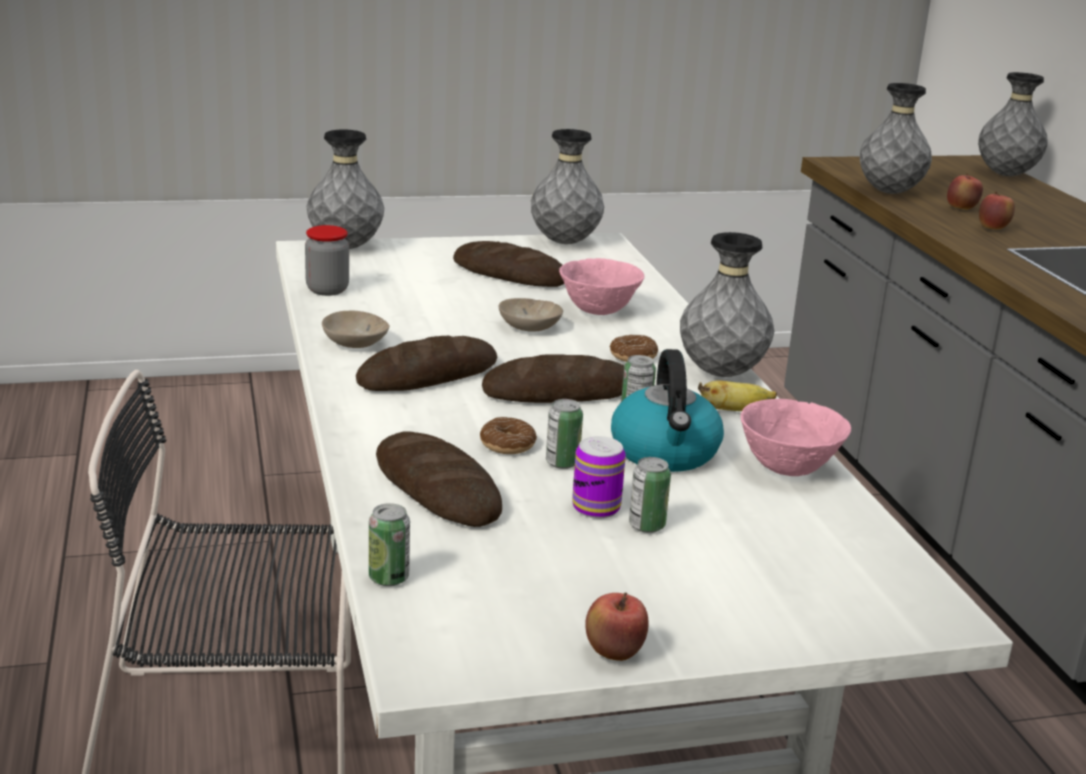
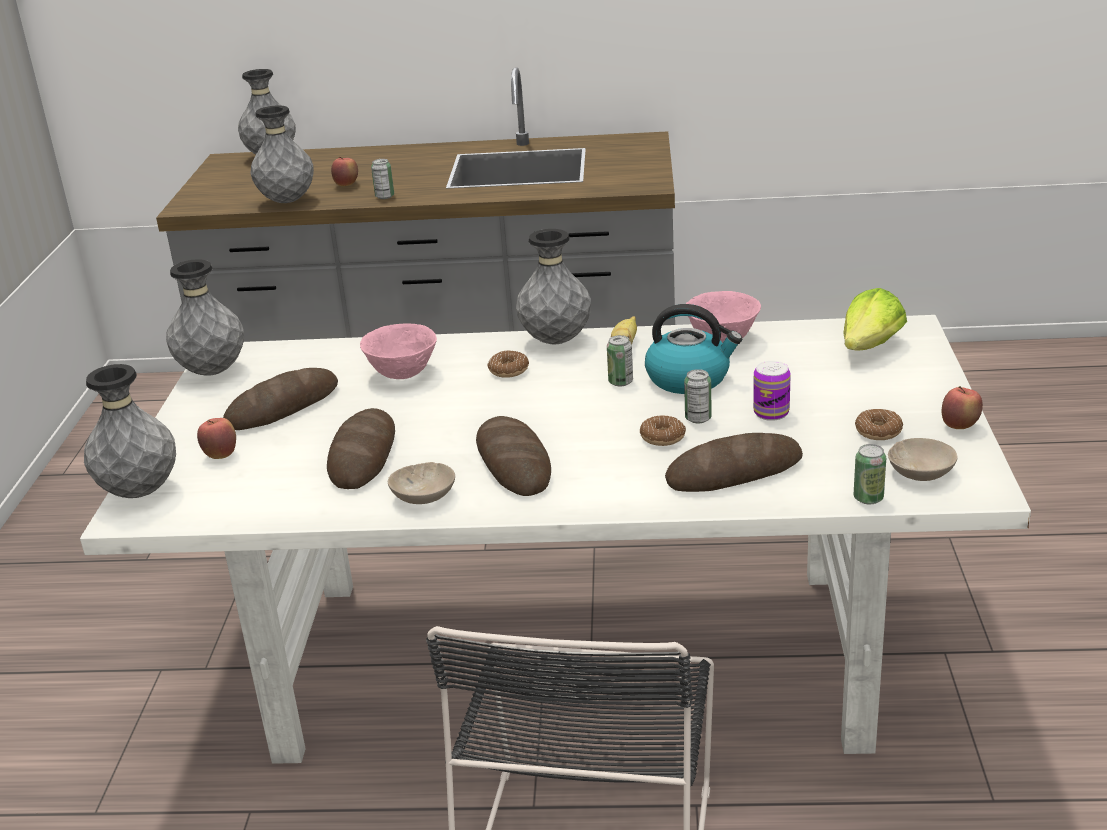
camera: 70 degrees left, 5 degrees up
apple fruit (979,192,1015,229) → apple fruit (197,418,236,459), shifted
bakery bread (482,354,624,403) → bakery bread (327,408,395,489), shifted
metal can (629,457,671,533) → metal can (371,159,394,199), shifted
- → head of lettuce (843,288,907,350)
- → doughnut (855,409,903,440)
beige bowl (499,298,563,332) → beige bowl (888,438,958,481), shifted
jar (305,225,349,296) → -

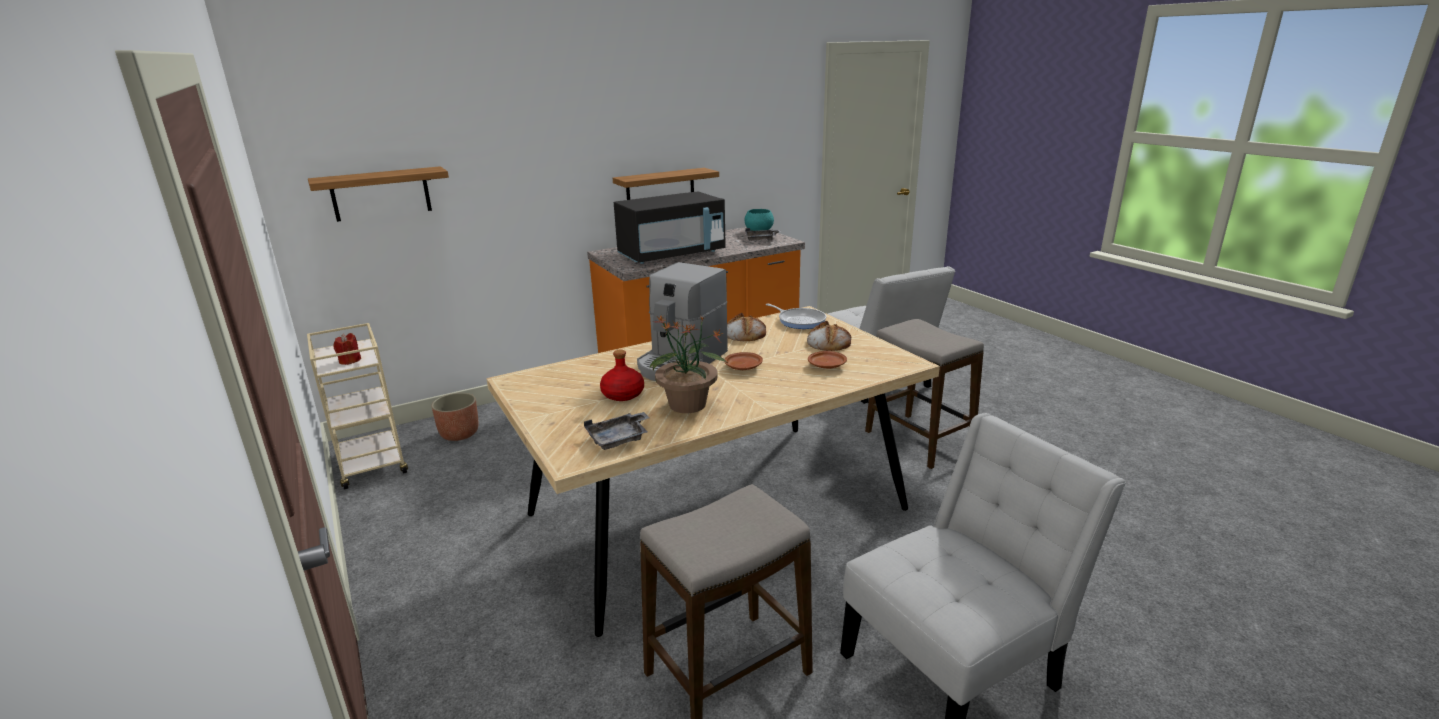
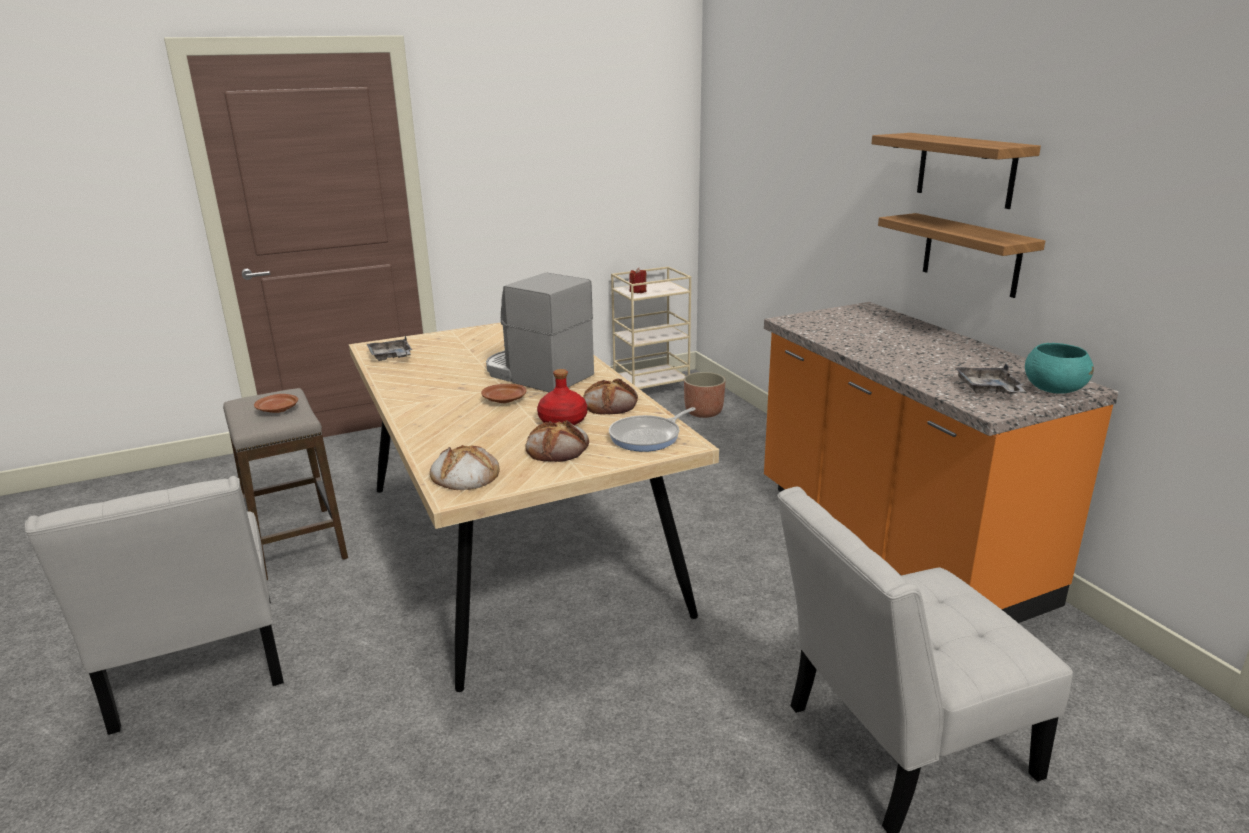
camera: 95 degrees right, 0 degrees up
brownish flat dish (808,351,847,369) → brownish flat dish (254,394,298,413), shifted
- → bakery bread (430,445,500,490)
red bottle (600,350,644,401) → red bottle (537,369,587,425), shifted
bracket shelf (308,166,449,222) → bracket shelf (871,133,1041,209), shifted
black kitchen microwave (614,191,726,264) → -
potted plant (650,315,727,413) → -
stool seat (865,319,984,469) → -

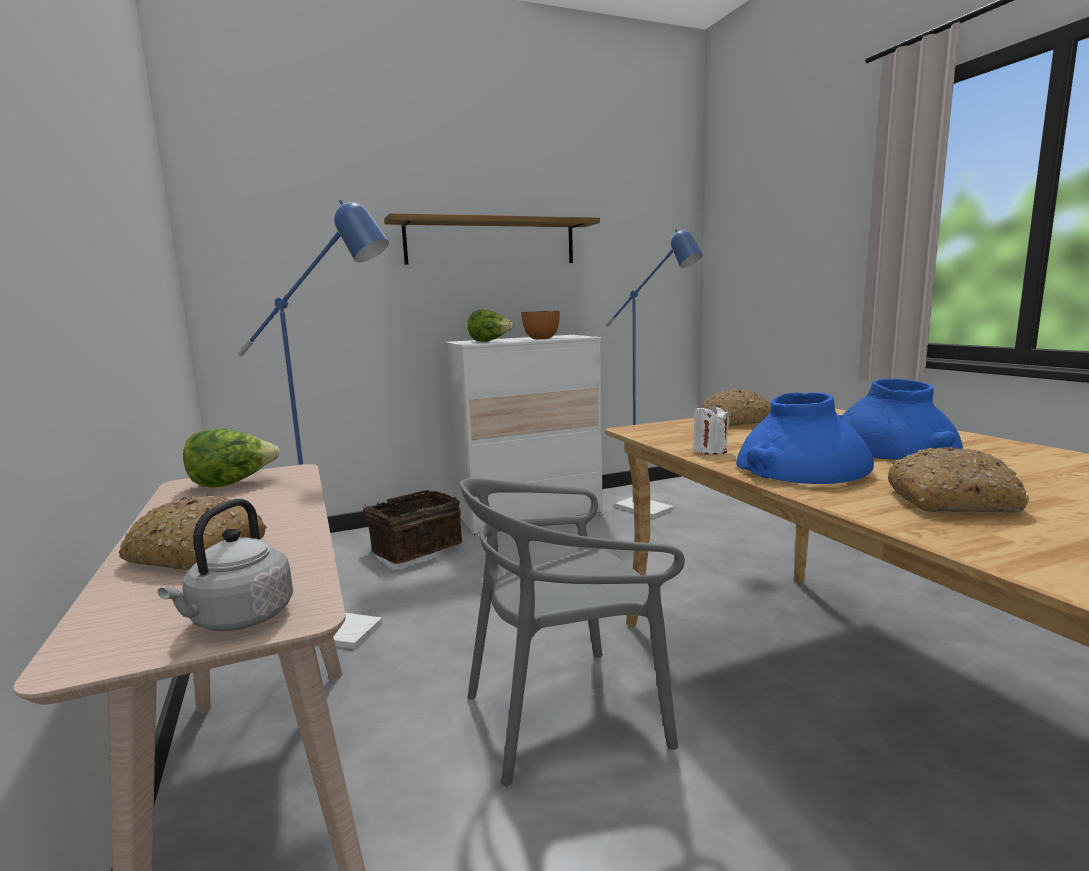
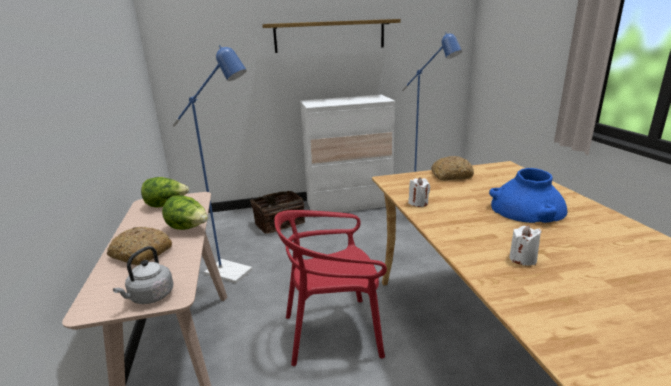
camera: 10 degrees right, 10 degrees up
head of lettuce (467,309,513,342) → head of lettuce (162,195,208,230), shifted
grey upright chair (460,478,685,786) → red upright chair (274,210,387,366)
bakery bread (888,446,1029,513) → white-coloured candle (509,225,541,266)
bowl (521,311,560,339) → -
bluish decorative vase (736,392,874,484) → -

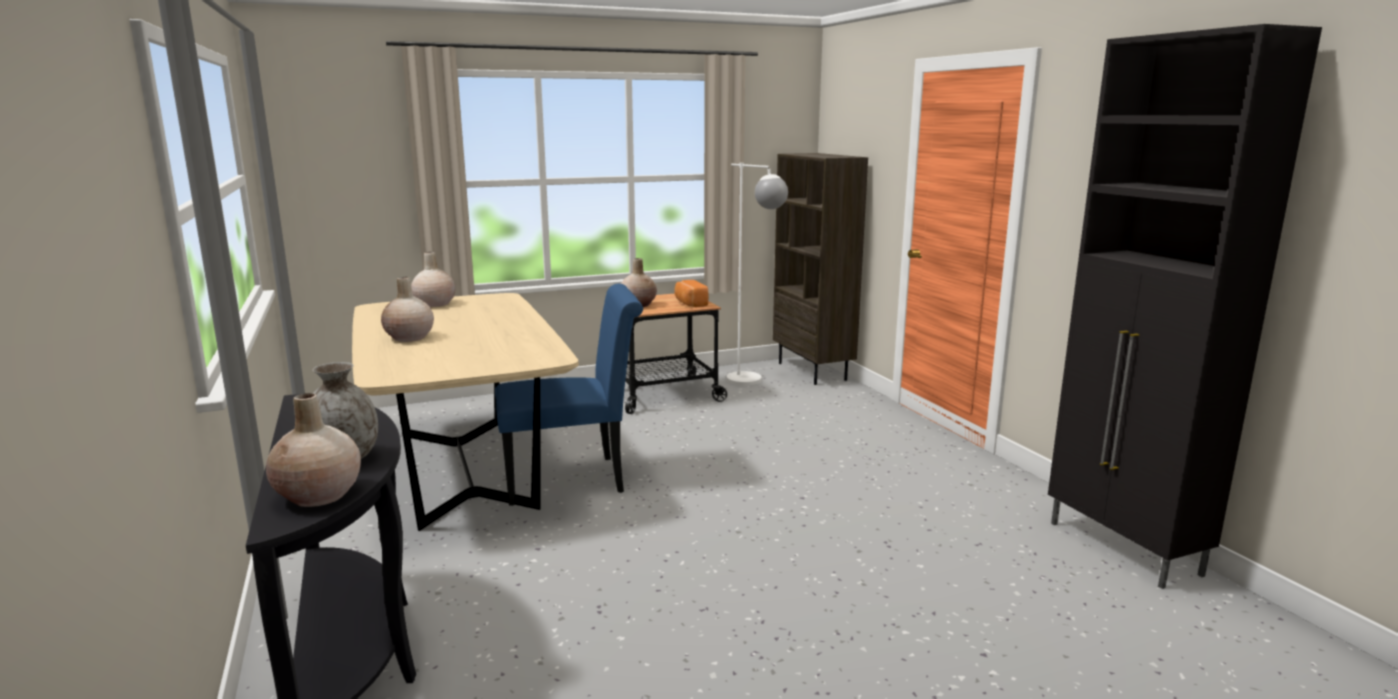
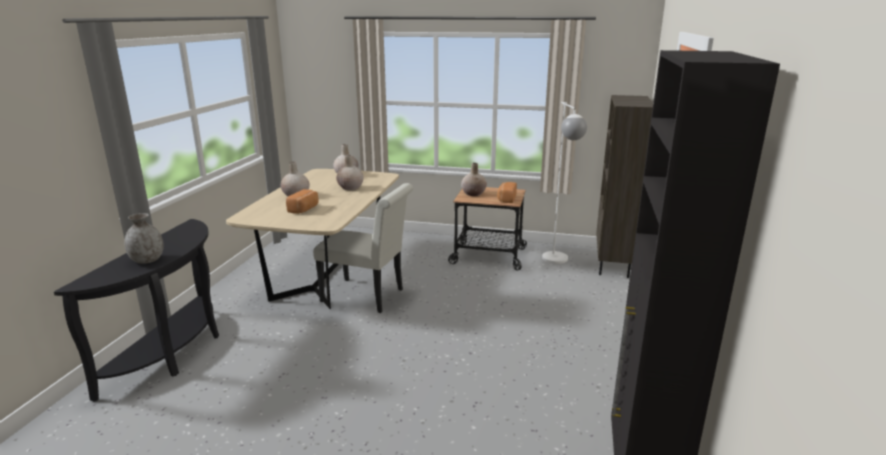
camera: 35 degrees right, 5 degrees up
- → bakery bread (286,189,319,214)
bluish upright chair (495,284,643,506) → white-coloured upright chair (313,183,413,313)
beige decorative vase (266,393,361,507) → beige decorative vase (336,155,364,190), shifted

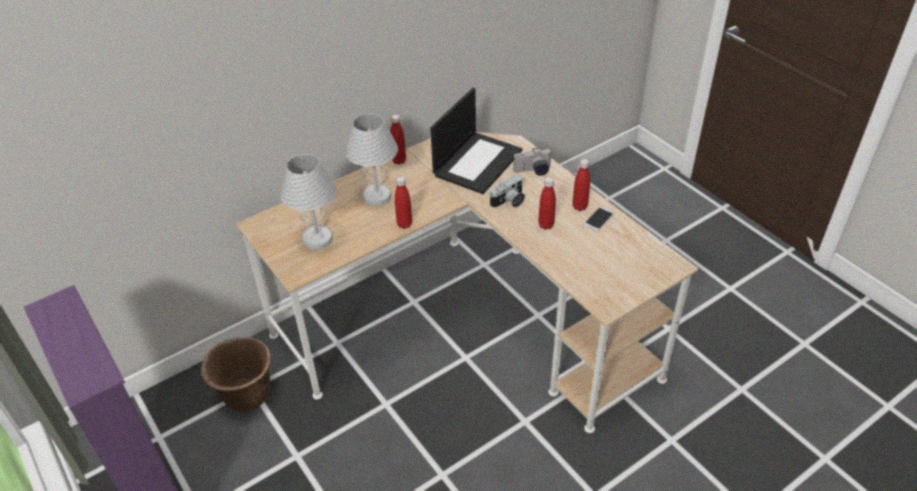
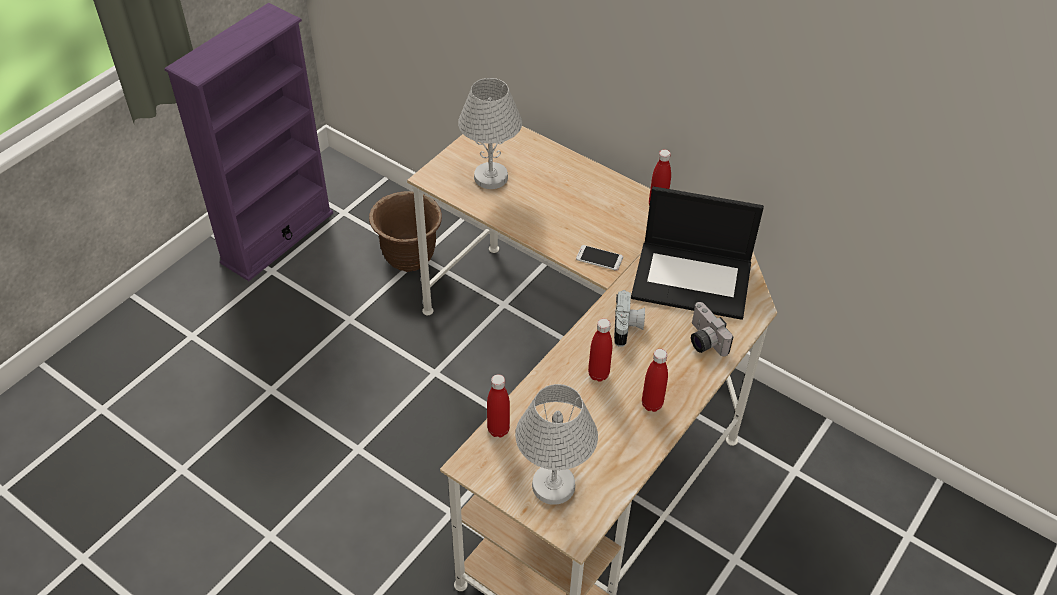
camera: 70 degrees right, 5 degrees up
red bottle (395,176,412,229) → red bottle (487,374,510,438), shifted
white-coloured table lamp (345,113,398,206) → white-coloured table lamp (515,384,598,505), shifted
telephone (583,206,615,232) → telephone (576,245,623,271), shifted
still camera (490,175,525,208) → still camera (614,290,645,347), 120 degrees counterclockwise

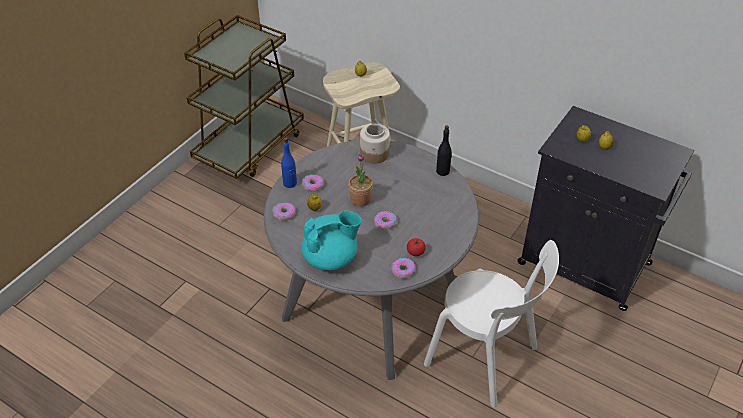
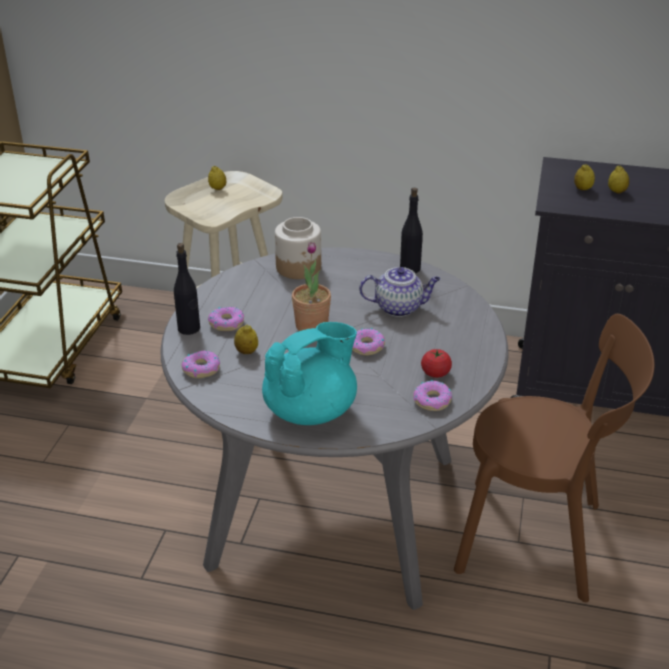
camera: 20 degrees left, 10 degrees down
bluish bottle (281,137,297,188) → black bottle (174,243,200,335)
- → tea pot (359,267,440,317)
white-coloured upright chair (424,240,559,408) → brownish upright chair (454,314,654,602)

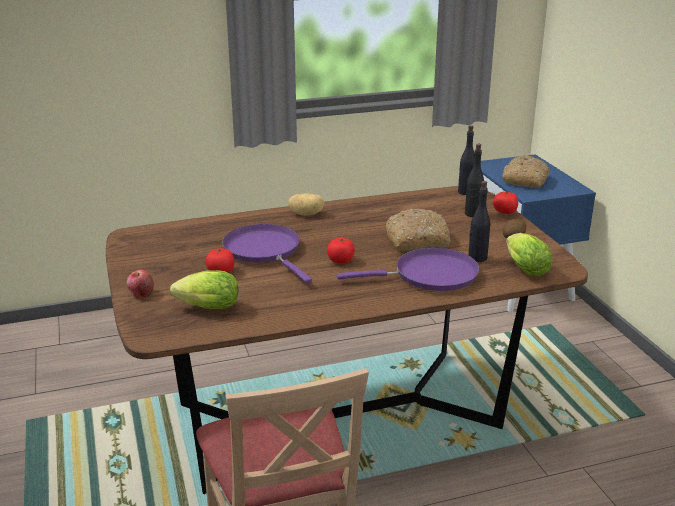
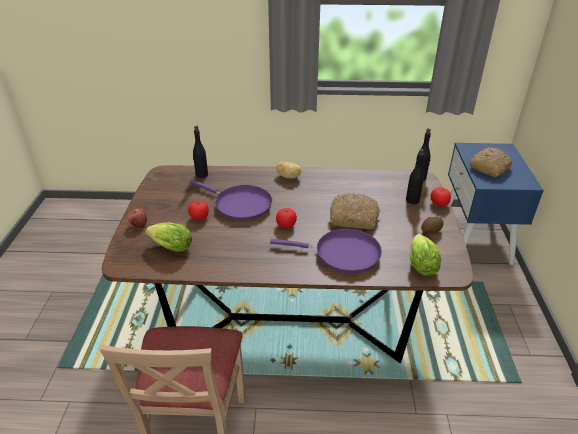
camera: 20 degrees right, 10 degrees up
purplish frying pan (222,224,312,283) → purplish frying pan (190,180,272,221), 135 degrees clockwise
black bottle (468,181,490,262) → black bottle (193,125,208,178), shifted

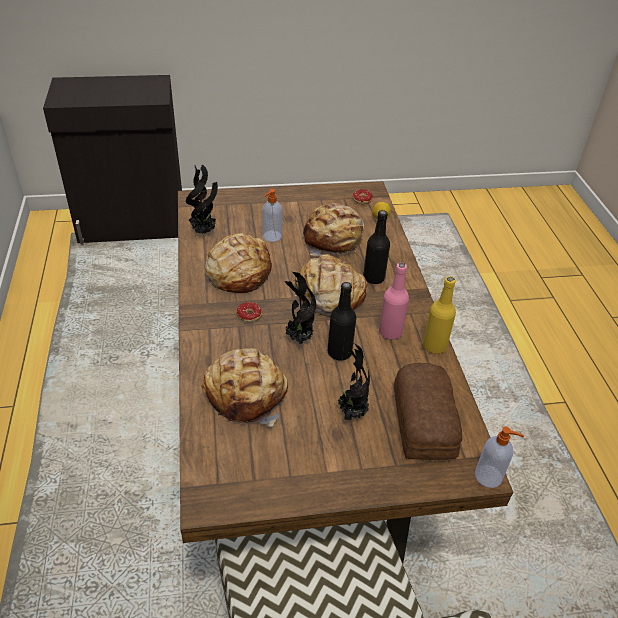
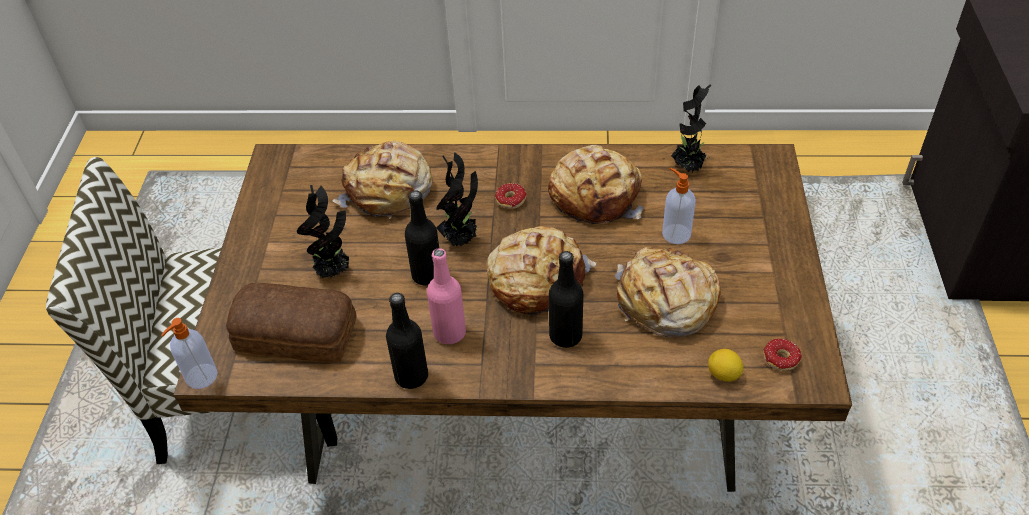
camera: 105 degrees right, 5 degrees up
yellowish bottle (423,276,456,354) → black bottle (386,293,428,389)

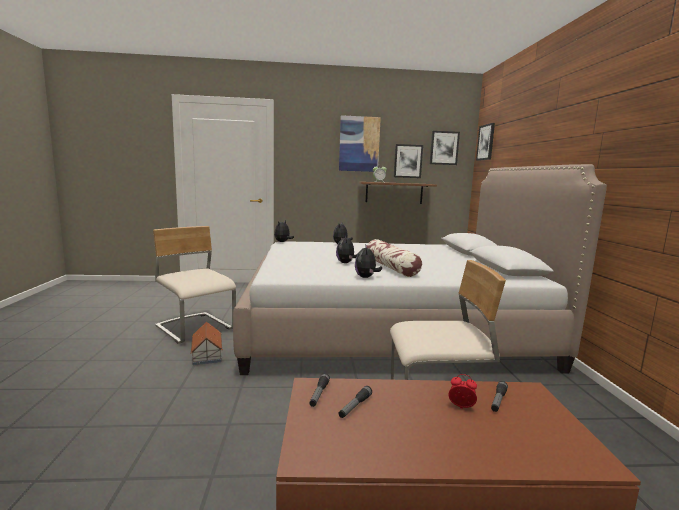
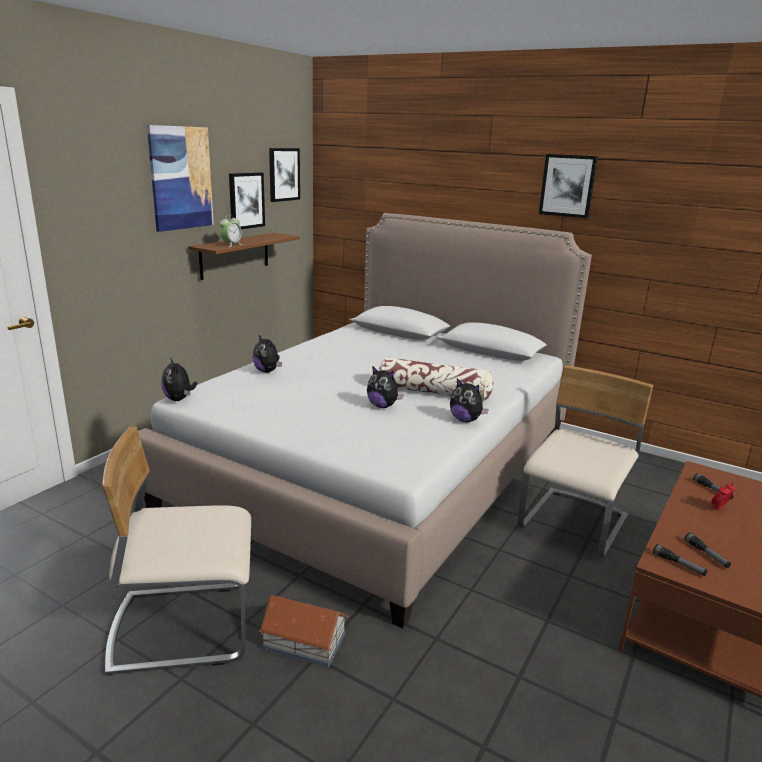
camera: 55 degrees left, 10 degrees up
picture (476,123,495,161) → picture (539,154,598,219), shifted

